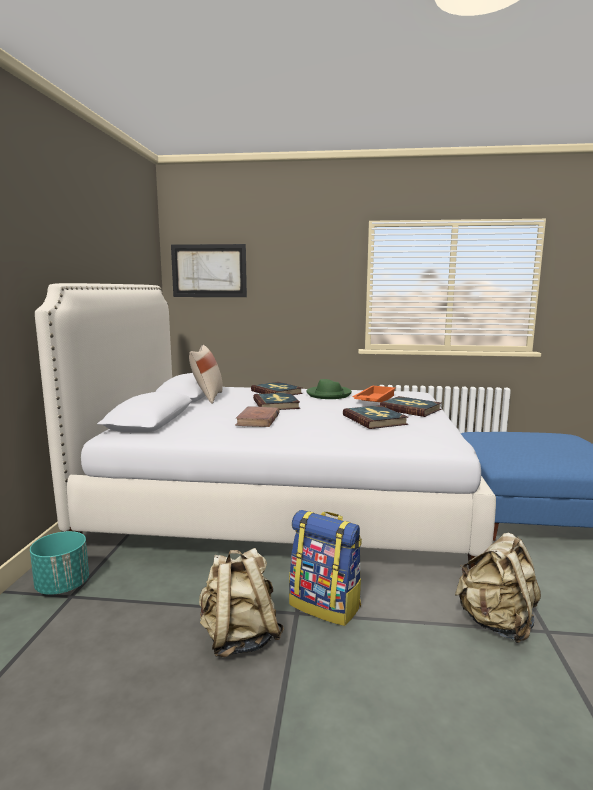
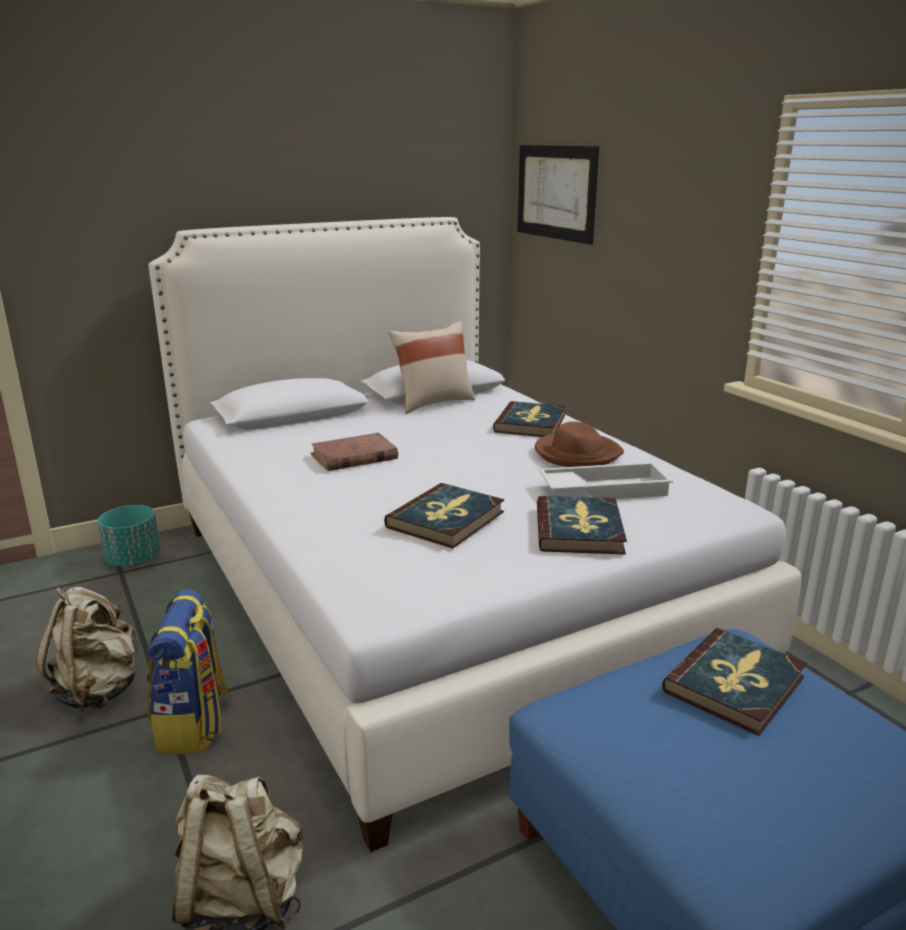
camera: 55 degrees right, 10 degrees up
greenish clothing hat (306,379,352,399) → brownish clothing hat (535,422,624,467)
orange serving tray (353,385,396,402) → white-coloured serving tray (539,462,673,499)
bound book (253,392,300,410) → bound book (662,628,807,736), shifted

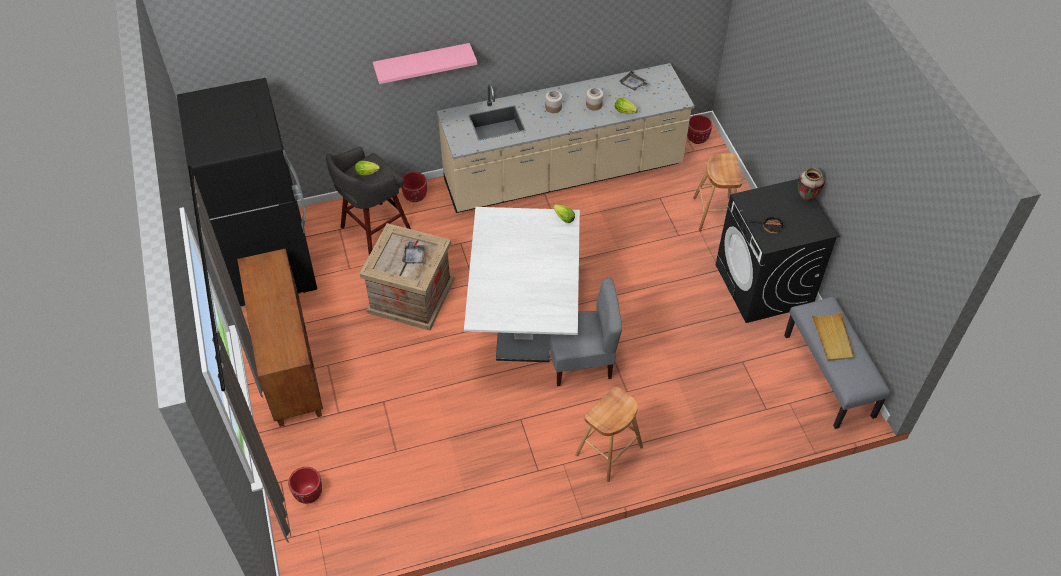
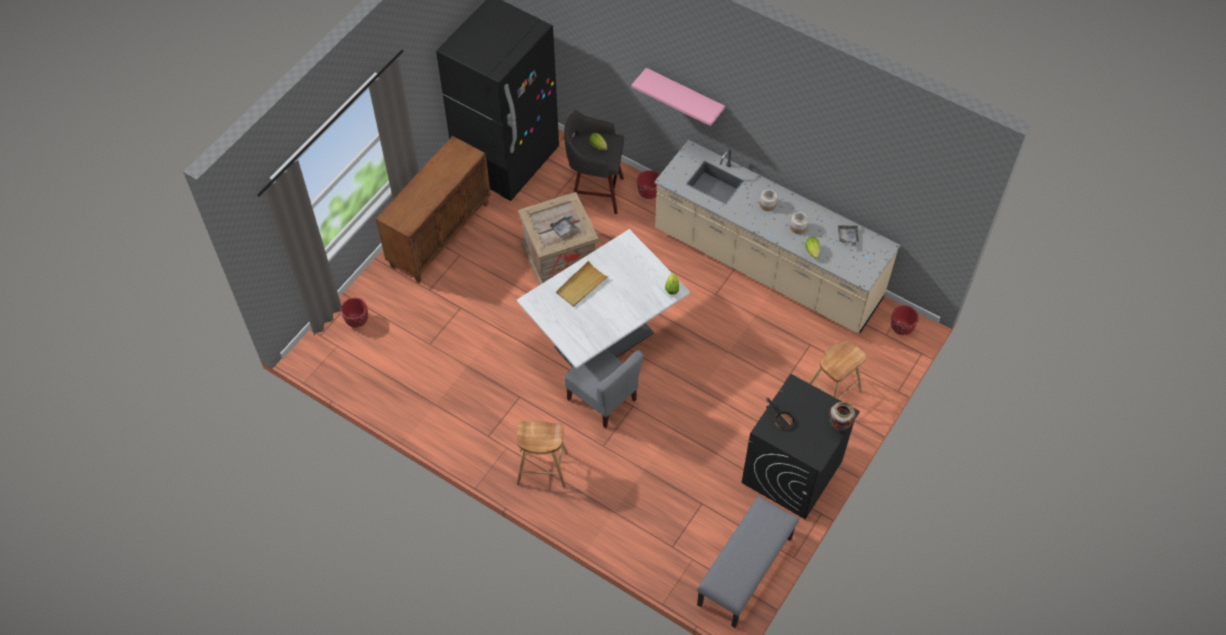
camera: 50 degrees right, 5 degrees up
beige serving tray (811,312,855,361) → beige serving tray (556,261,608,307), shifted

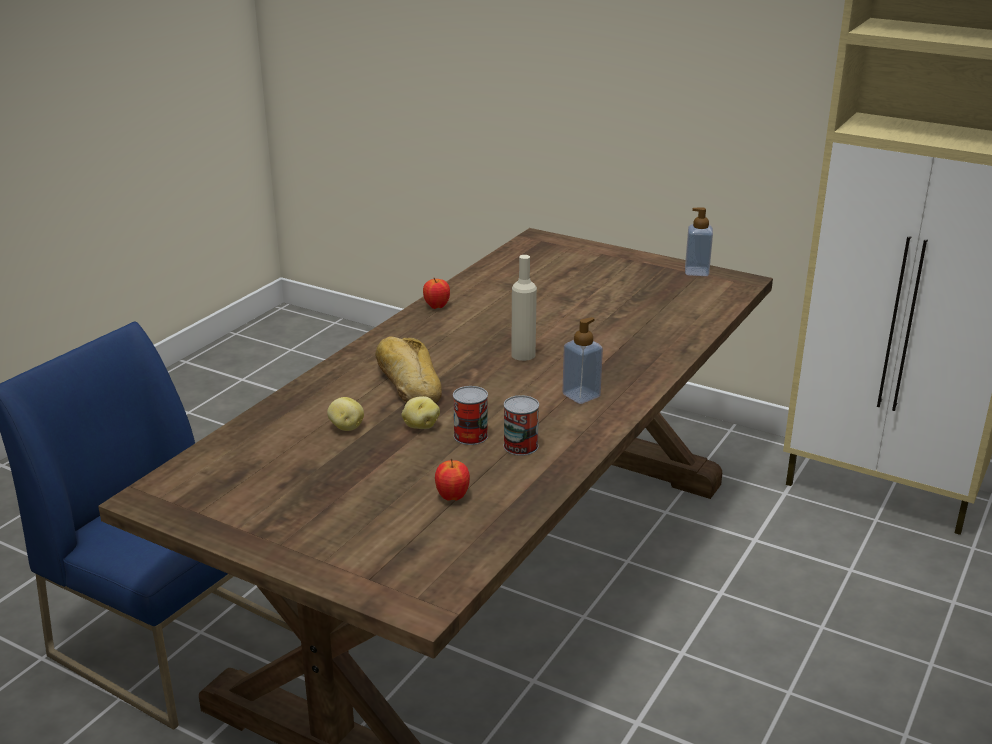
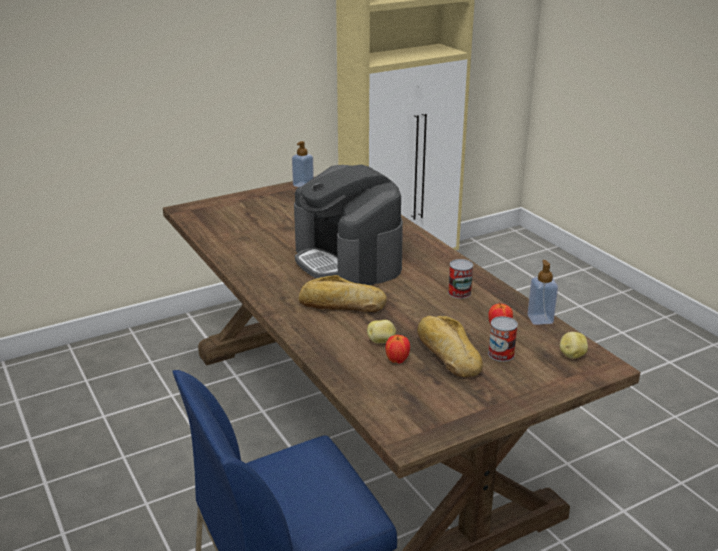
camera: 60 degrees left, 0 degrees up
beige bottle (511,255,537,361) → coffee machine (294,165,403,285)
apple fruit (423,278,450,309) → apple fruit (385,335,410,364), shifted
- → bakery bread (417,316,483,377)
metal can (453,386,488,445) → metal can (488,316,518,362), shifted
soap bottle (562,317,603,404) → soap bottle (527,260,558,325), shifted
whole potato (401,396,440,429) → whole potato (560,332,588,359), shifted

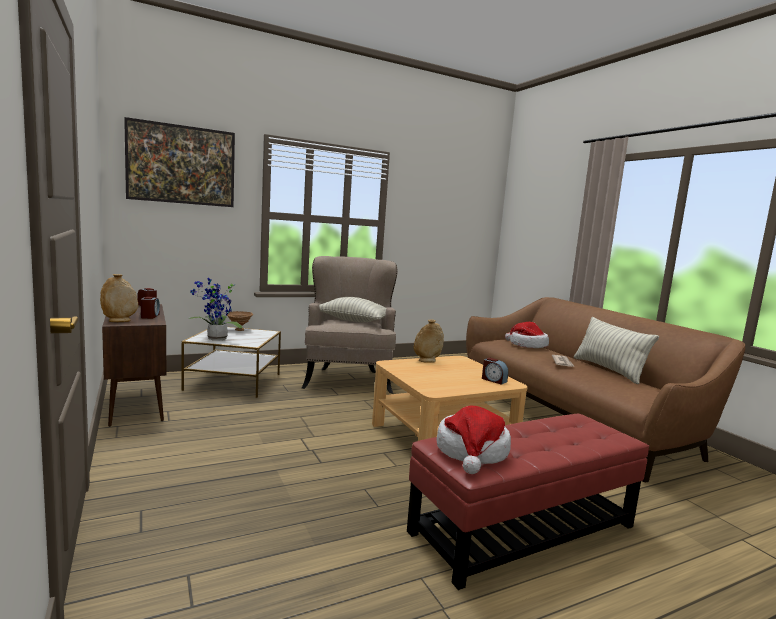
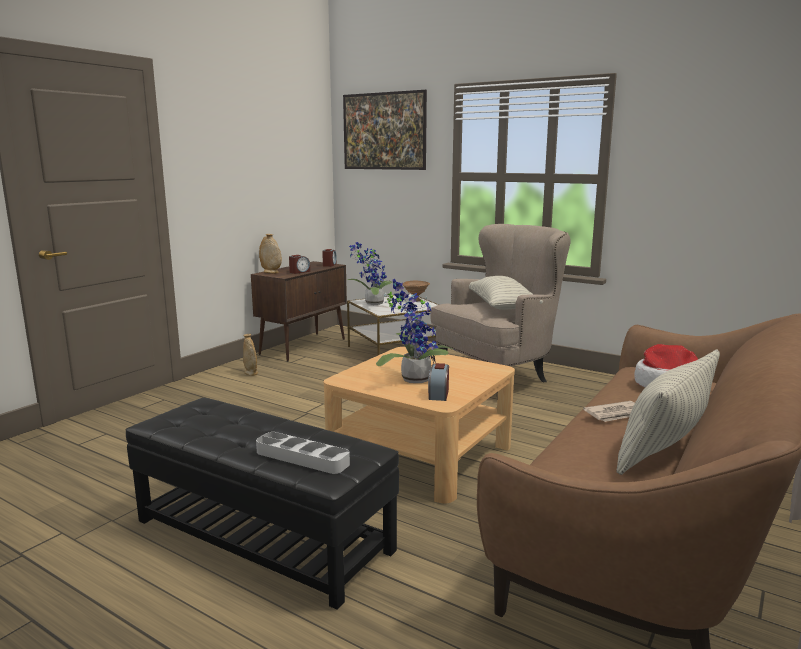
camera: 60 degrees right, 5 degrees up
red ottoman (407,414,649,590) → black ottoman (125,398,399,610)
beige decorative vase (413,319,444,362) → beige decorative vase (243,334,258,376), shifted
- → grey serving tray (256,432,350,474)
- → potted plant (376,279,454,383)
clothing hat (436,406,511,474) → -

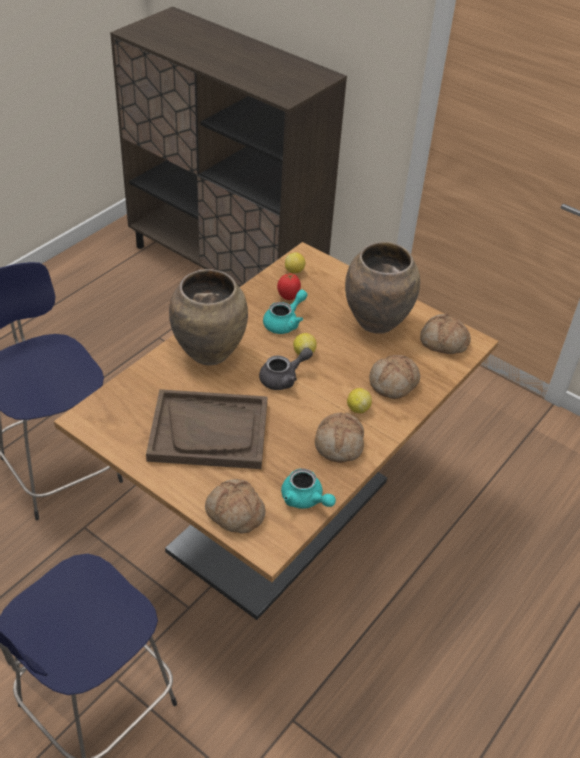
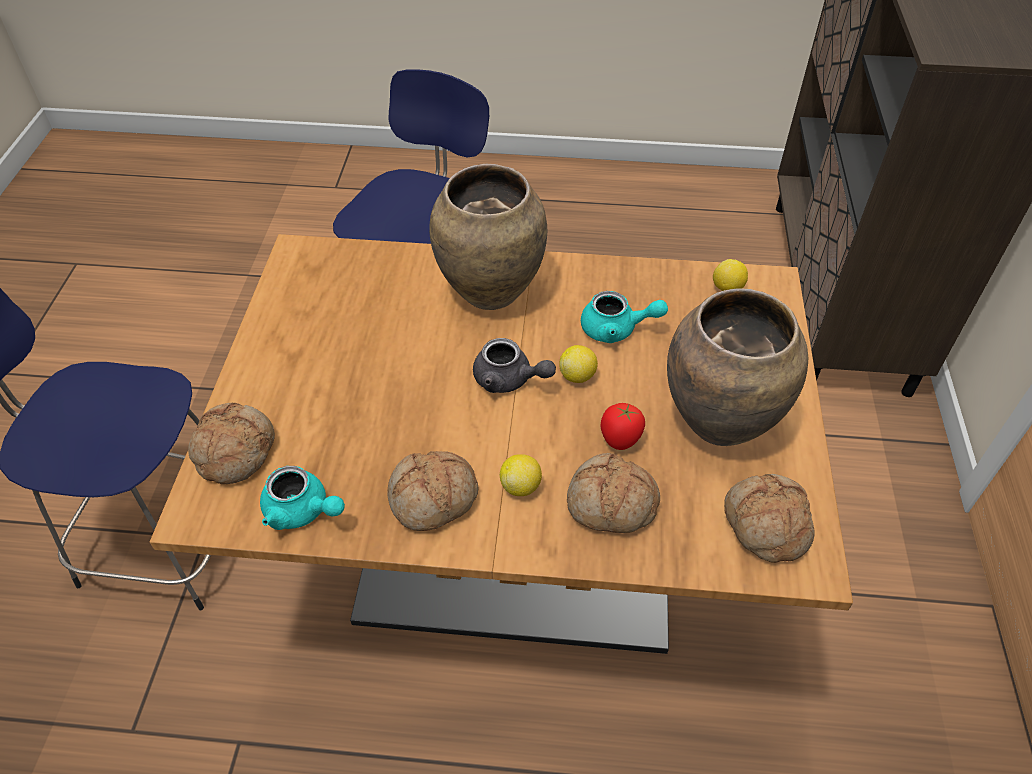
camera: 60 degrees right, 5 degrees up
blue-green tea pot (281,468,336,509) → blue-green tea pot (260,466,345,530), 75 degrees counterclockwise
tomato (277,273,301,300) → tomato (601,403,645,450), shifted
brownish serving tray (146,389,267,469) → -

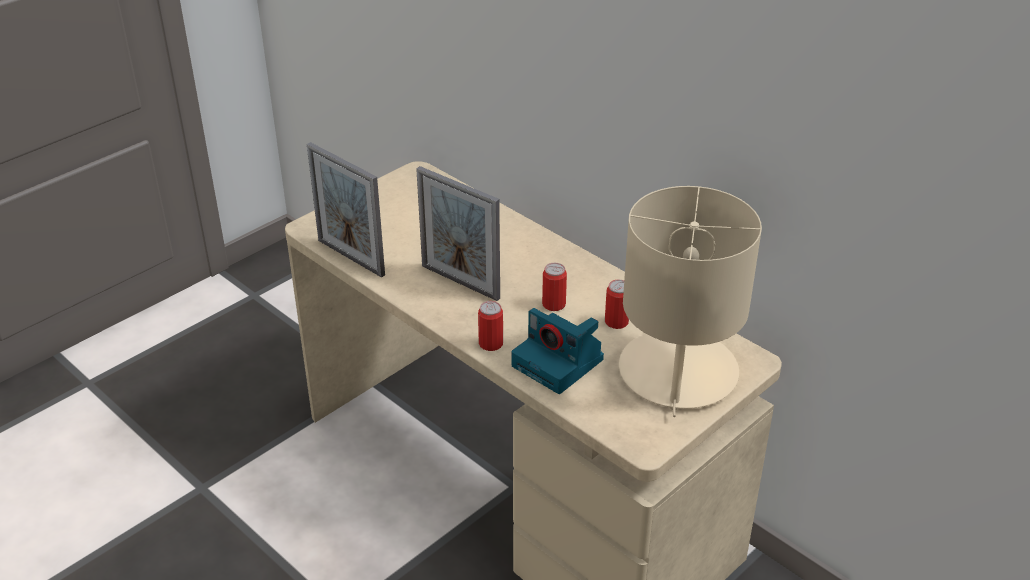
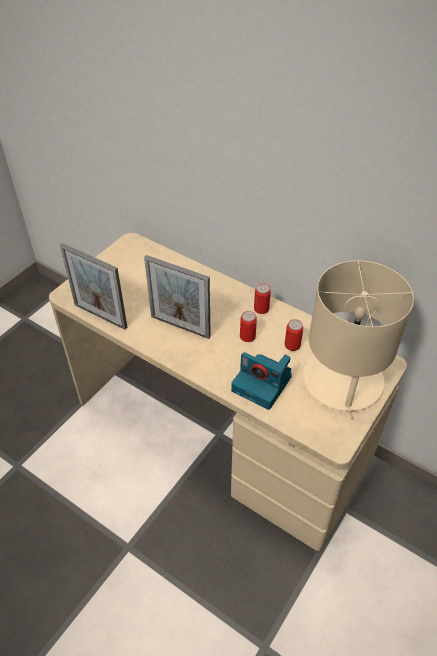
camera: 10 degrees left, 10 degrees up
metal can (478,301,503,351) → metal can (254,283,271,314), shifted

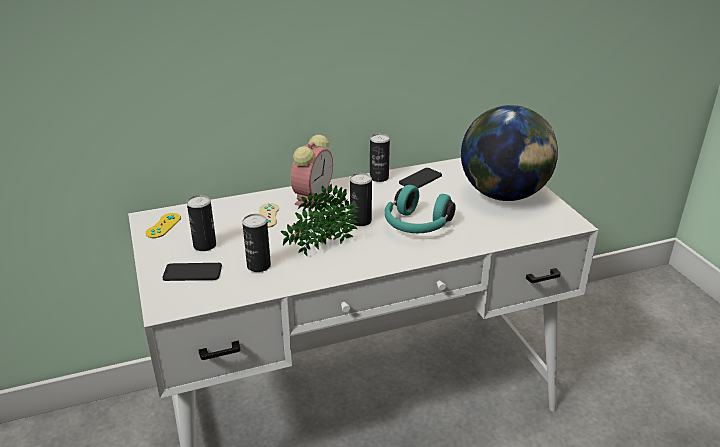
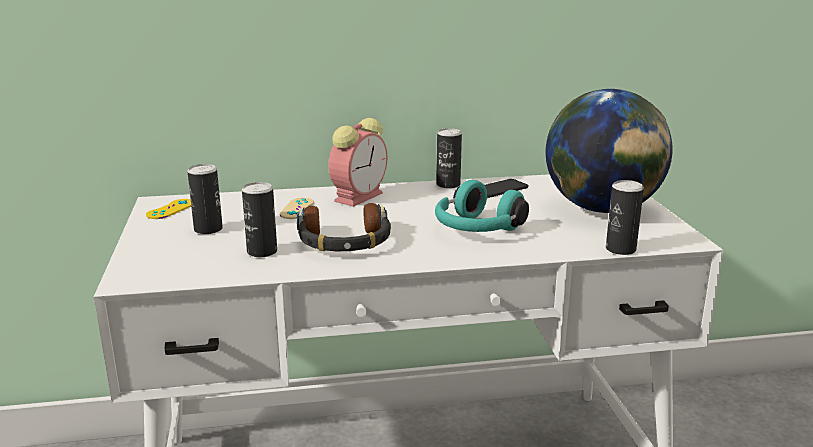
camera: 10 degrees right, 10 degrees down
potted plant (281,184,358,256) → headset (297,203,391,251)
metal can (350,173,372,226) → metal can (606,180,644,255), shifted
telephone (162,263,222,281) → -

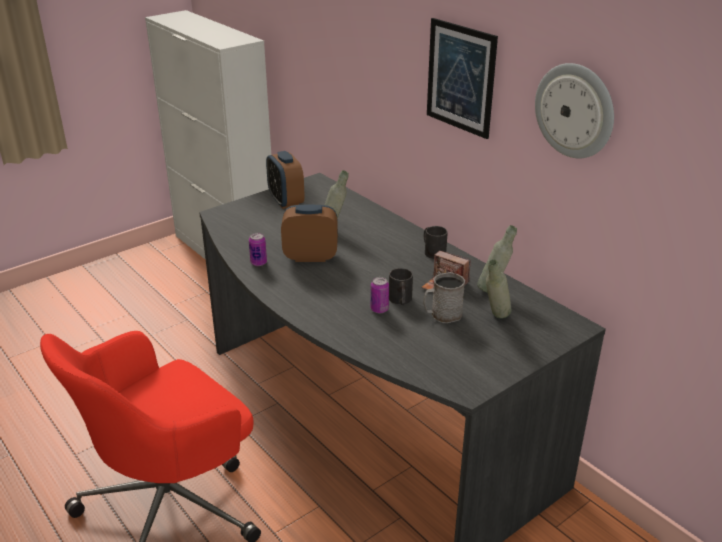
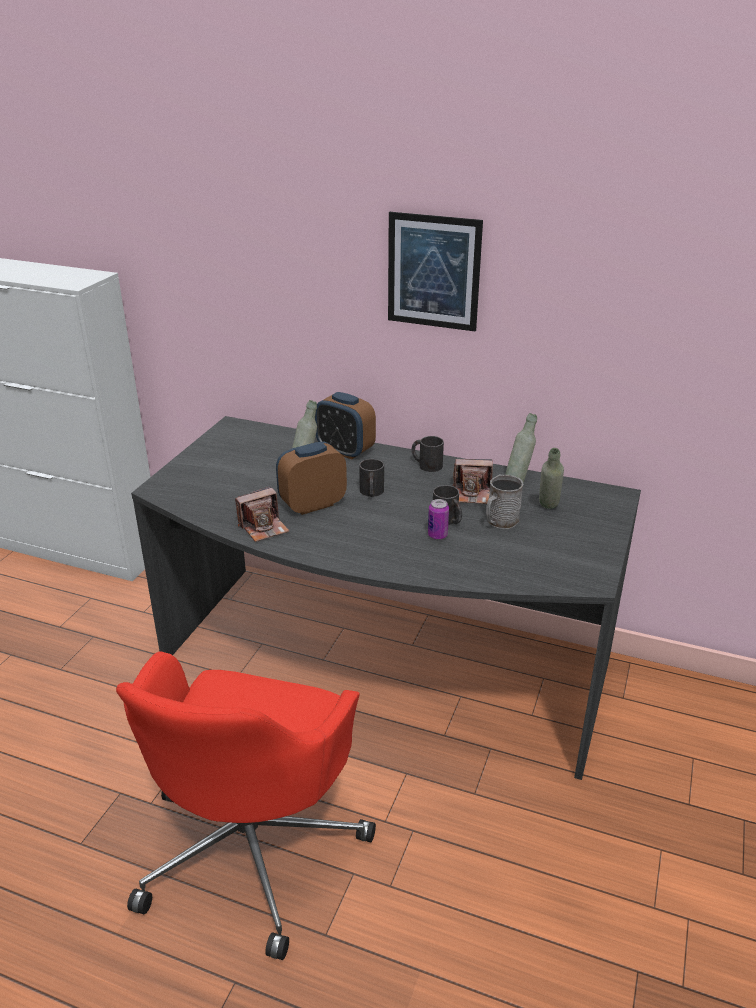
camera: 30 degrees left, 0 degrees up
metal can (249,233,267,266) → still camera (235,487,289,542)
alarm clock (266,151,304,209) → alarm clock (315,392,376,459), shifted
- → black mug (359,459,384,497)
wall clock (535,63,614,158) → -

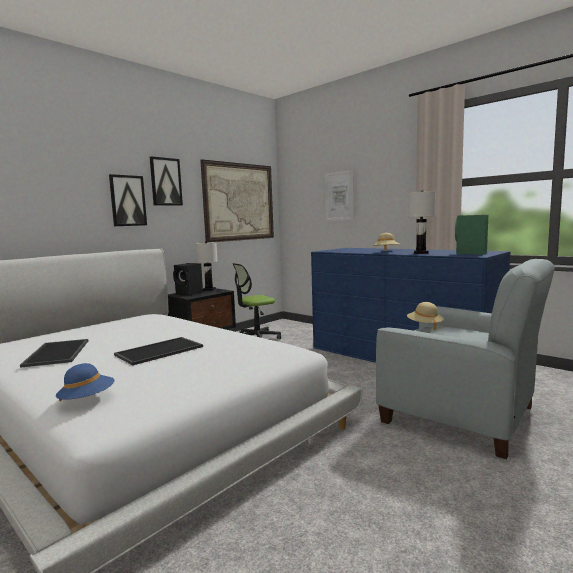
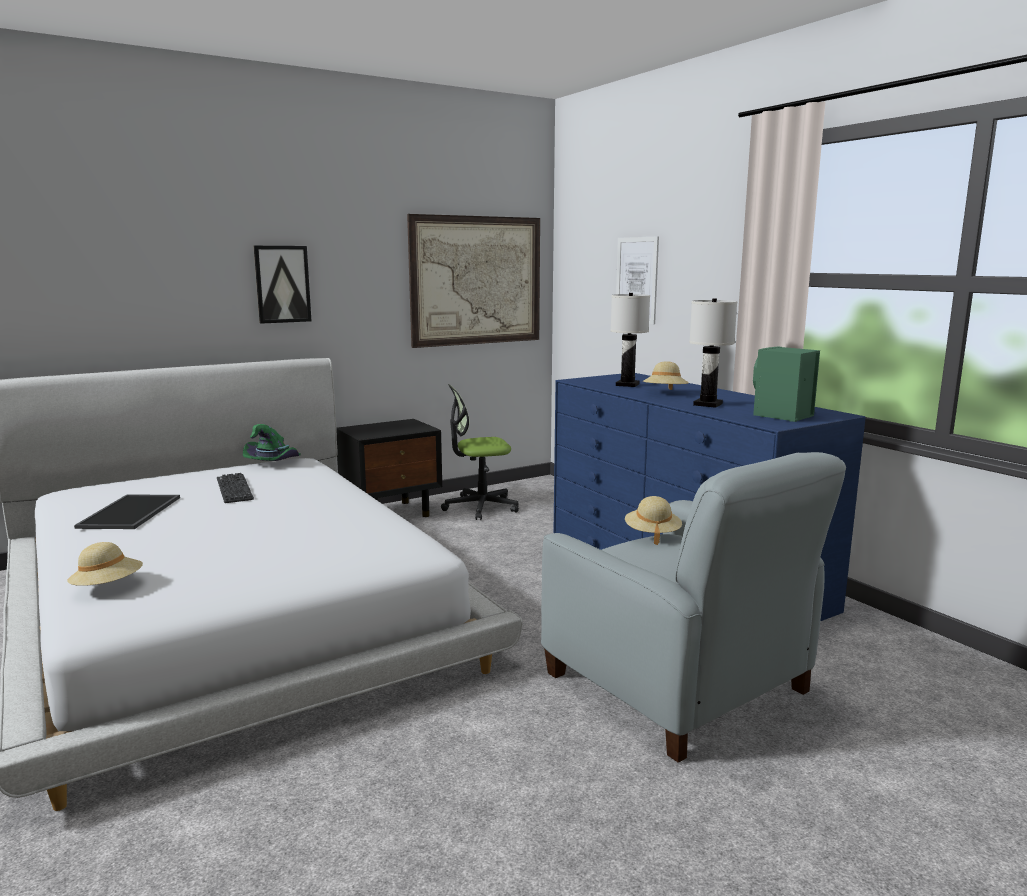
camera: 15 degrees right, 5 degrees up
bluish clothing hat (56,363,114,402) → beige clothing hat (67,542,143,586)
- → computer keyboard (217,473,254,503)
- → greenish clothing hat (243,424,301,461)
white-coloured table lamp (196,242,218,291) → white-coloured table lamp (610,293,650,387), shifted
serving tray (114,337,203,365) → -
picture (150,156,183,206) → -
black speaker (173,263,203,296) → -

